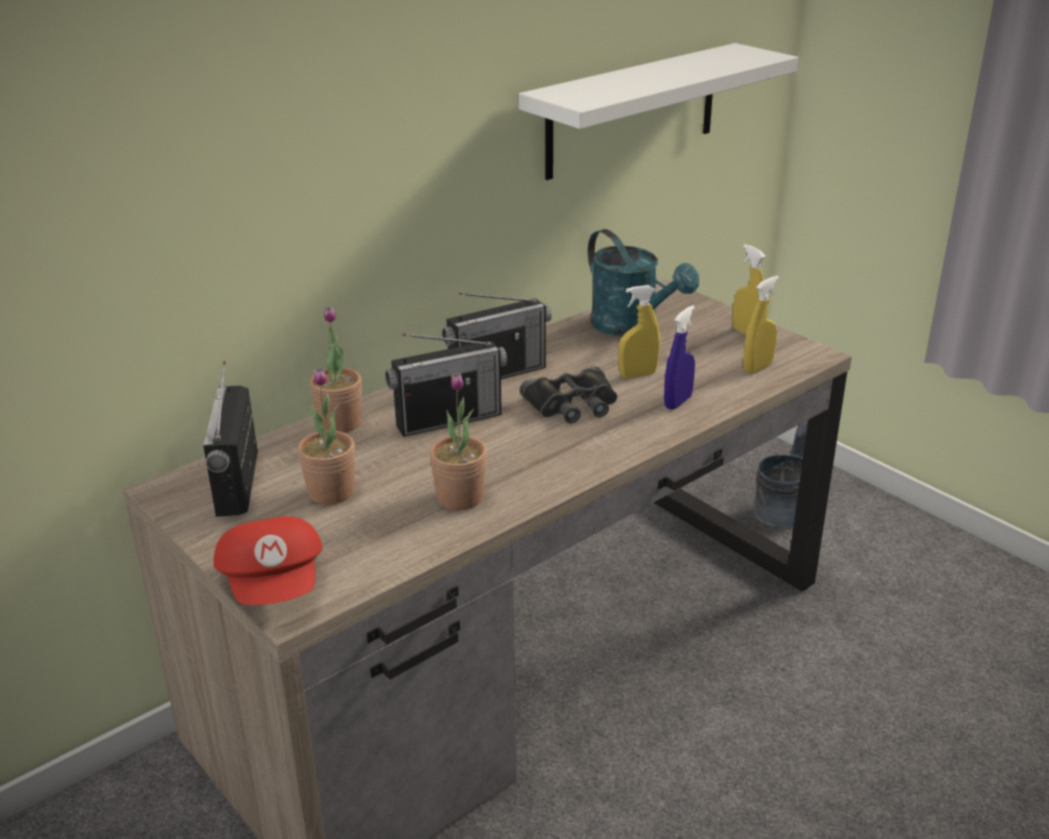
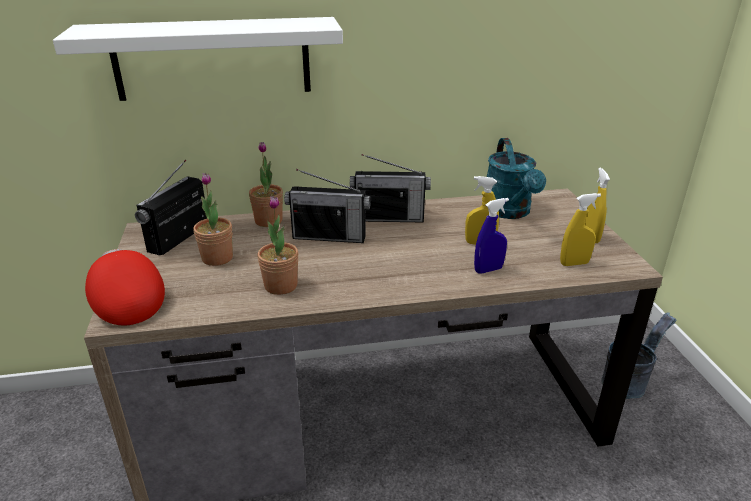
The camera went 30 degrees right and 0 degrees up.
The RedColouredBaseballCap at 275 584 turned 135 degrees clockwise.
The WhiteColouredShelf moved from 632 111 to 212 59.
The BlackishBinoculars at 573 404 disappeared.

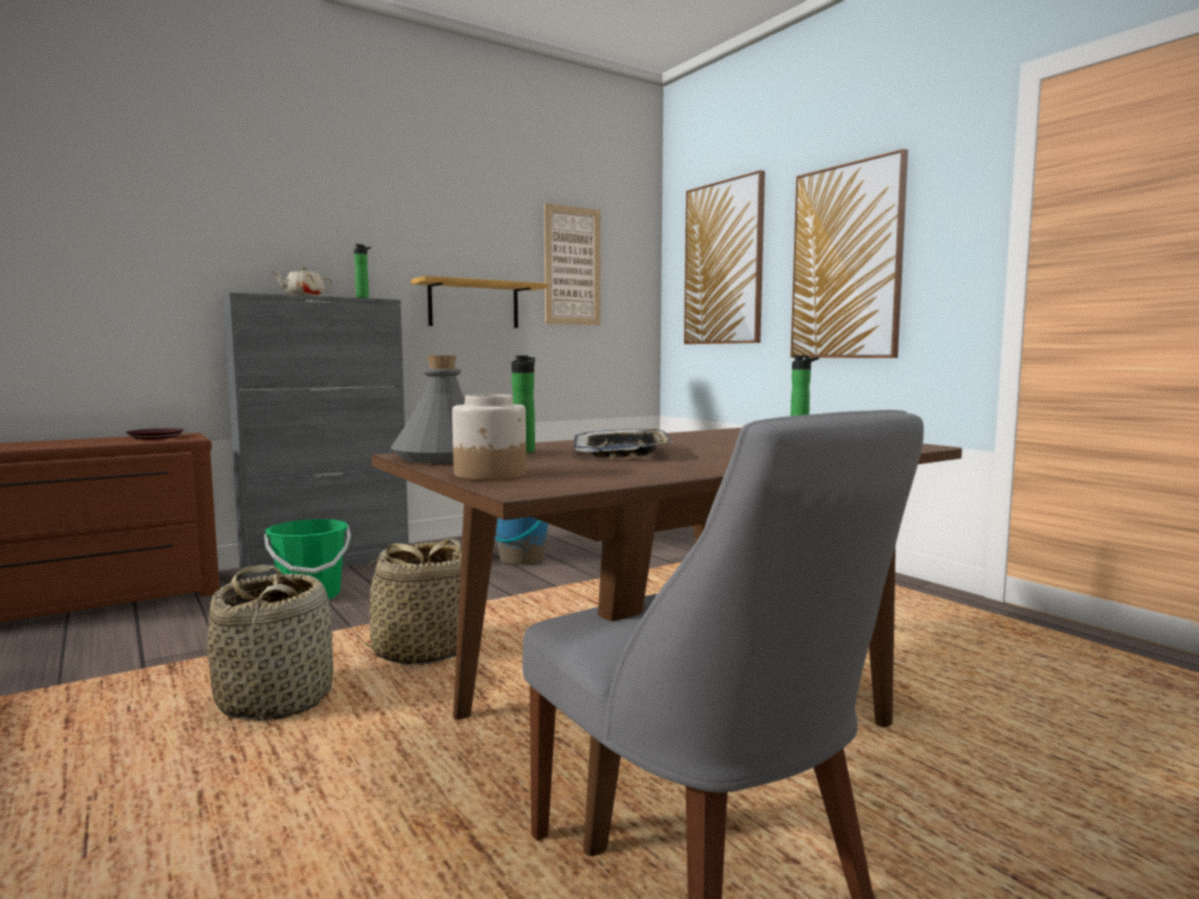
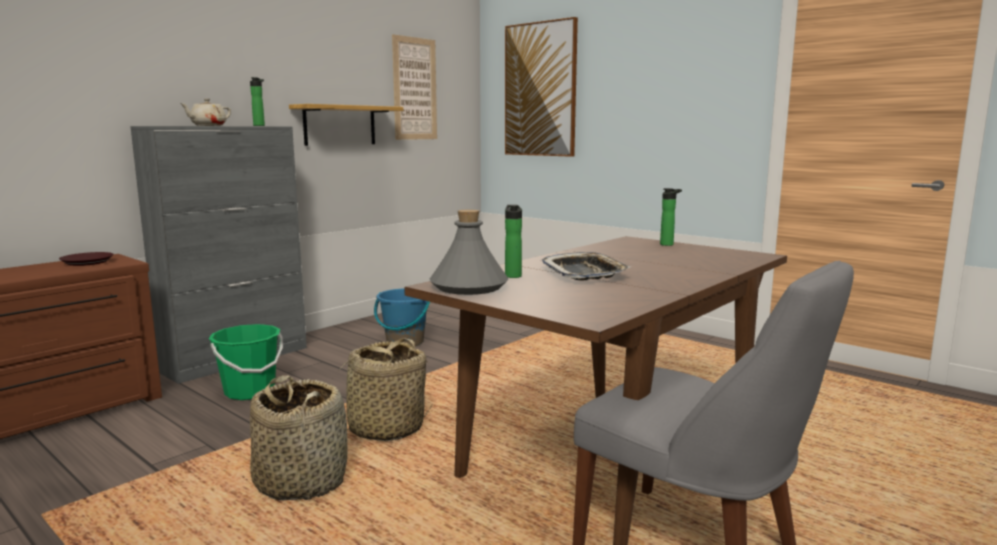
The camera went 15 degrees left and 5 degrees up.
The StorageJar at 490 474 disappeared.
The WallArt at 846 262 disappeared.

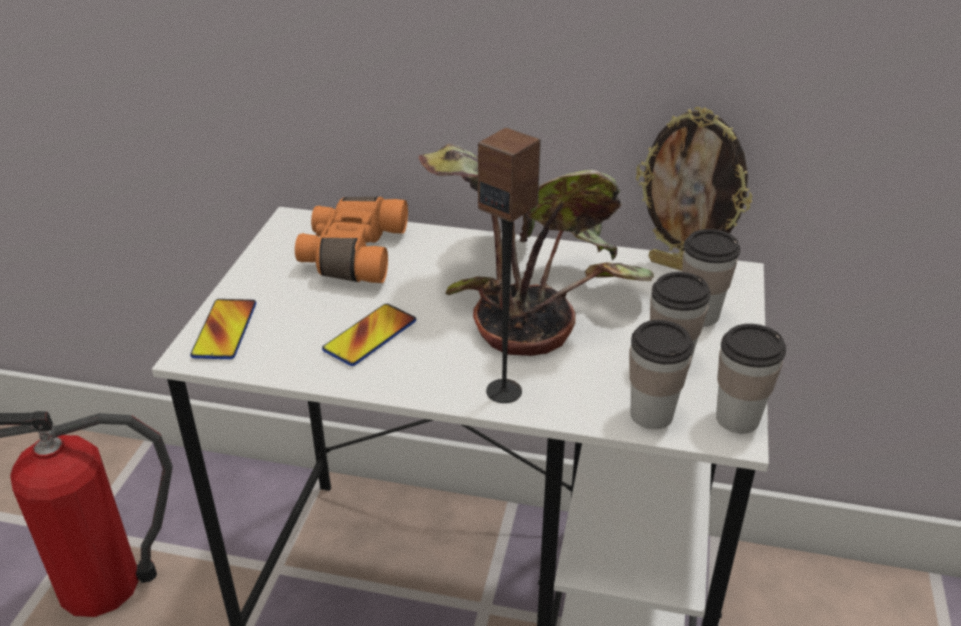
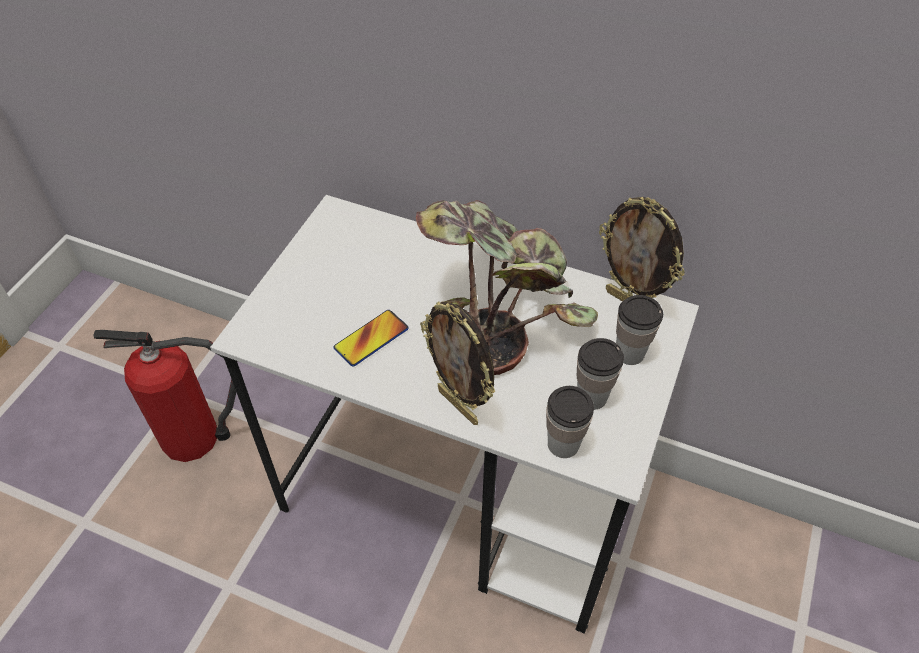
The camera went 10 degrees right and 15 degrees up.
The Telephone at 224 330 disappeared.
The OrangeColouredBinoculars at 351 254 disappeared.
The Loudspeaker at 504 391 was replaced by the StandingFrame at 459 405.
The DrinkingCup at 737 418 disappeared.

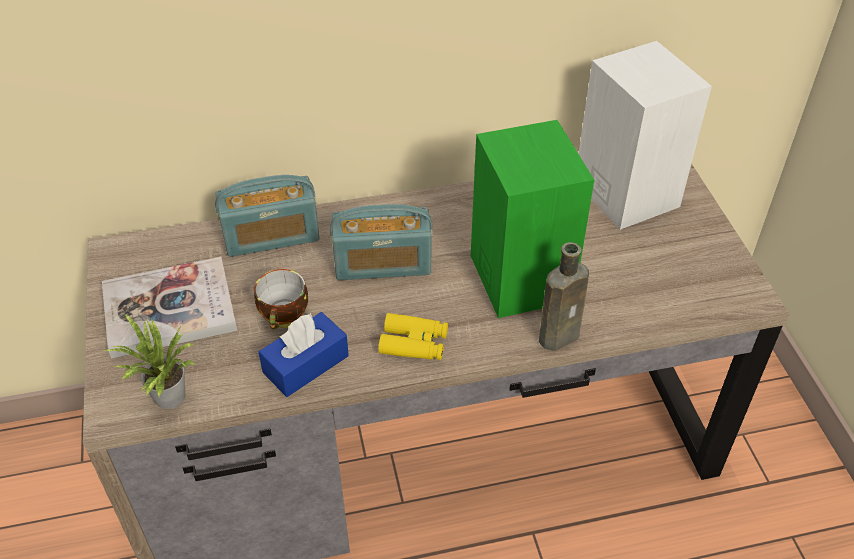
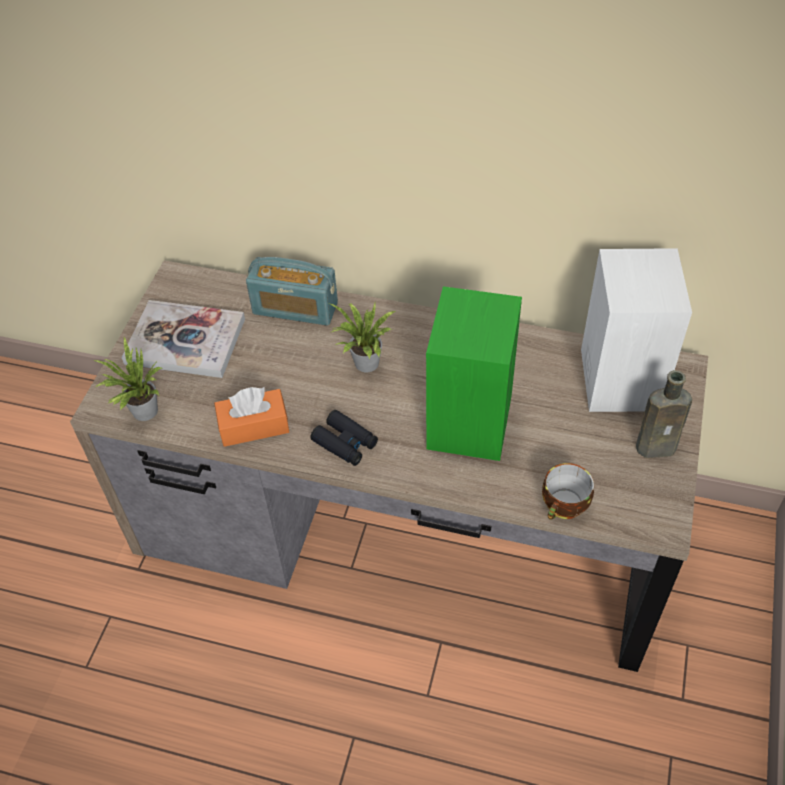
The camera went 30 degrees right and 5 degrees up.
The DrinkingCup moved from 285 317 to 564 507.
The BluishTissueHolder at 306 364 became the OrangeColouredTissueHolder at 254 426.
The Radio at 383 264 was replaced by the PlantInAPot at 365 365.
The YellowishBinoculars at 414 343 became the BlackishBinoculars at 345 443.
The BrownBeverageBottle moved from 561 335 to 658 447.

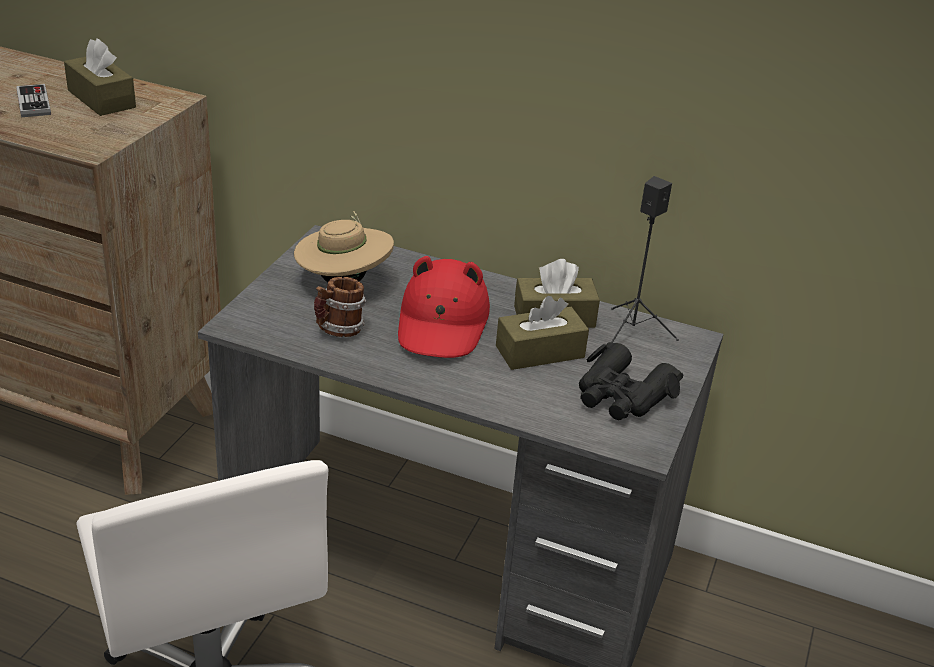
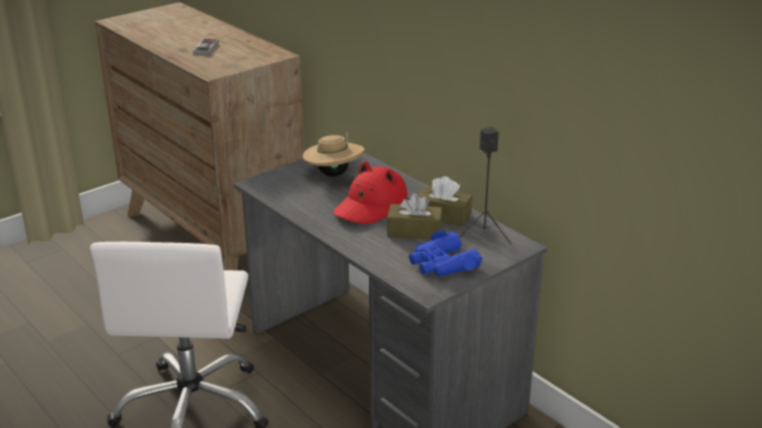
The camera went 30 degrees right and 5 degrees down.
The BrownTissueHolder at 101 99 disappeared.
The CoffeeMug at 338 330 disappeared.
The BlackishBinoculars at 622 395 became the BluishBinoculars at 442 264.

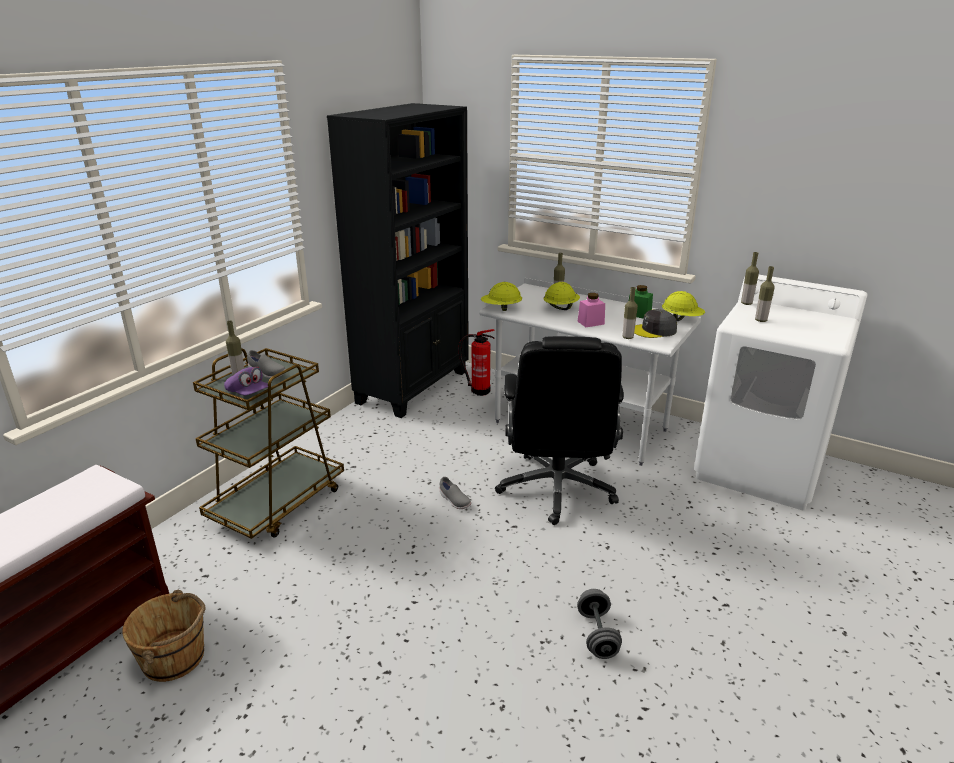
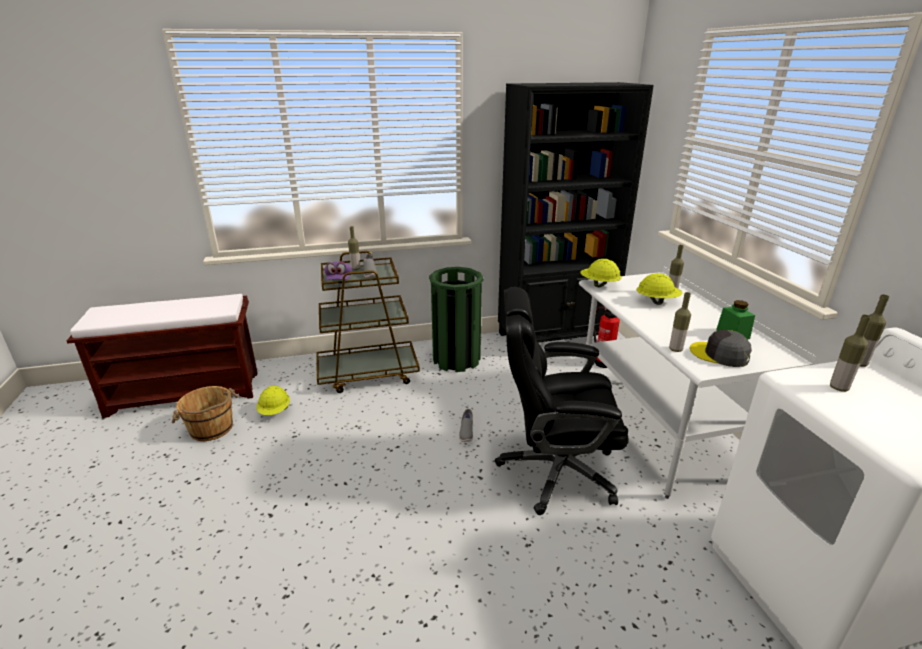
The camera went 45 degrees right and 0 degrees up.
The BlackishOfficeChair at 557 489 turned 45 degrees clockwise.
The PinkishStorageJar at 590 323 disappeared.
The GrayFreeWeight at 597 635 disappeared.
The YellowishHardHat moved from 681 319 to 275 411.
The GreenWasteBin at 456 359 appeared.

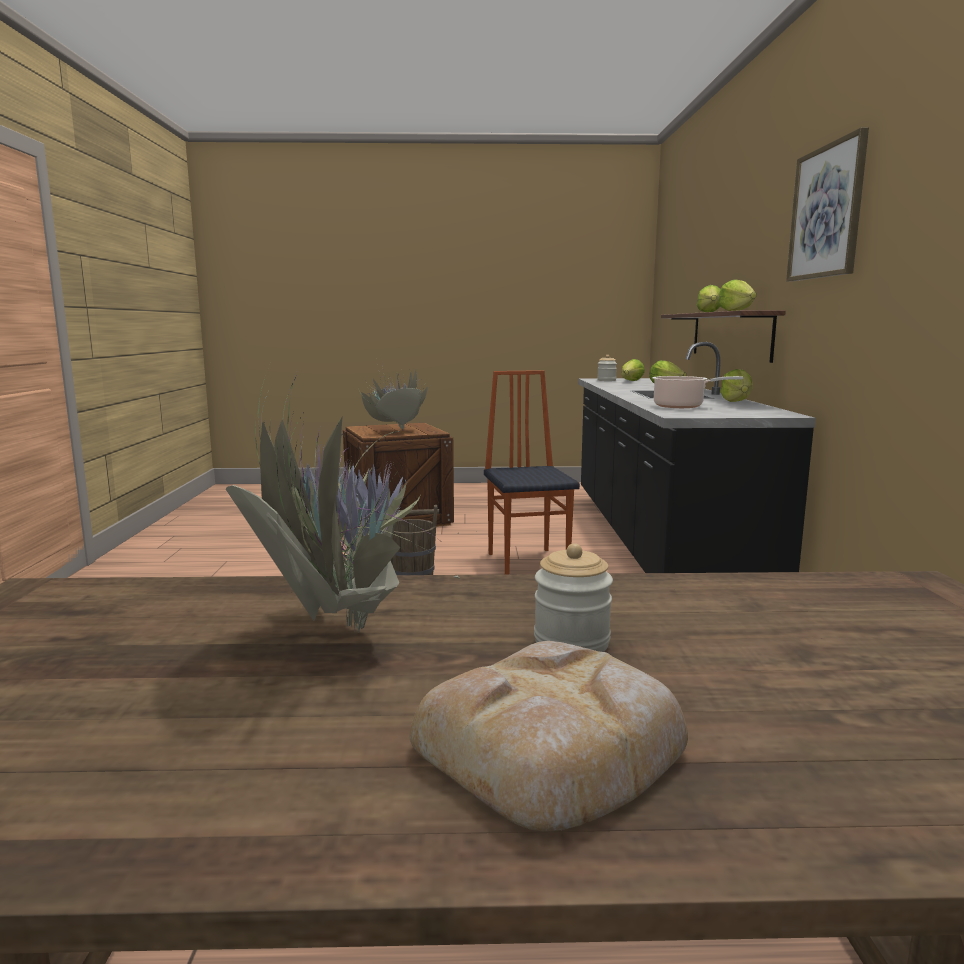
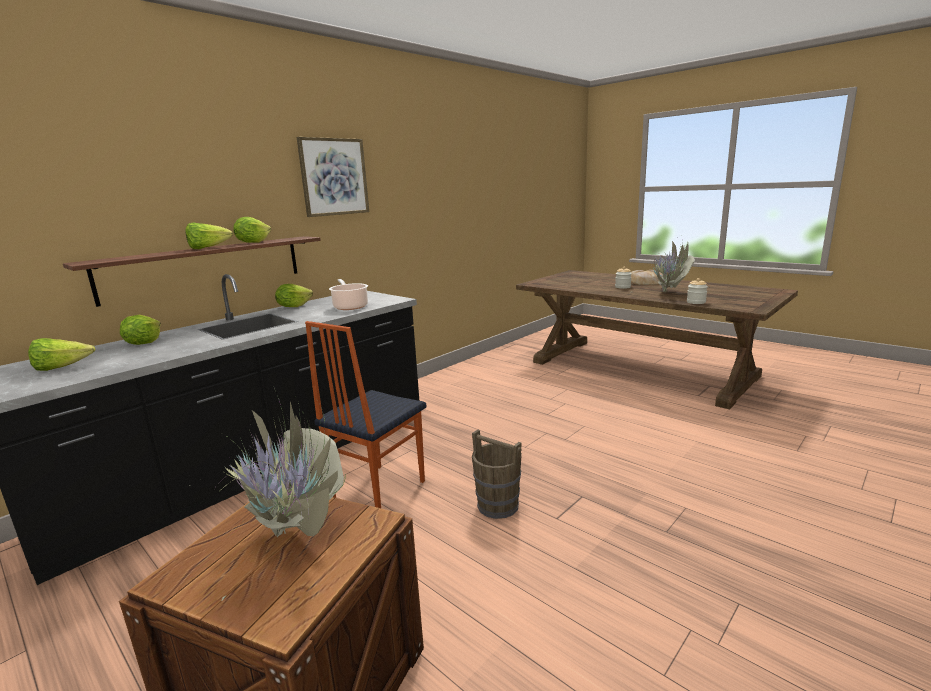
The camera went 135 degrees left and 5 degrees up.
The StorageJar moved from 606 380 to 696 302.

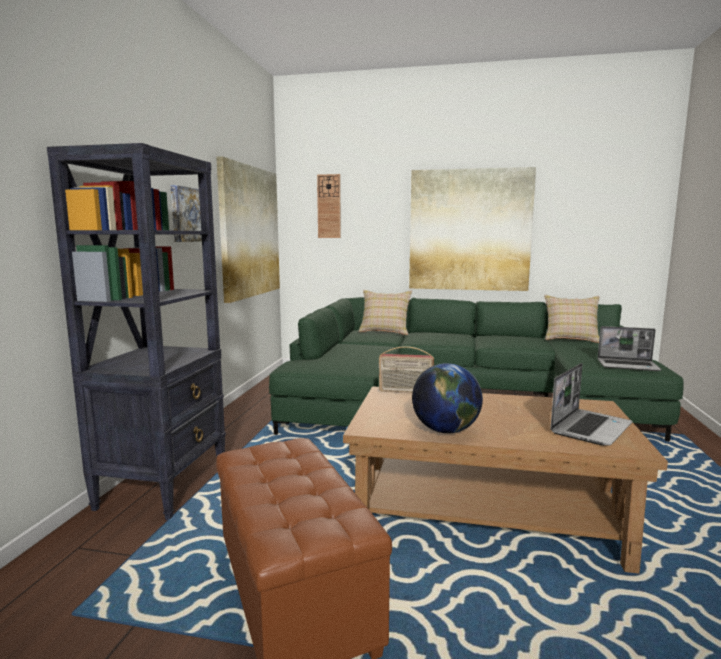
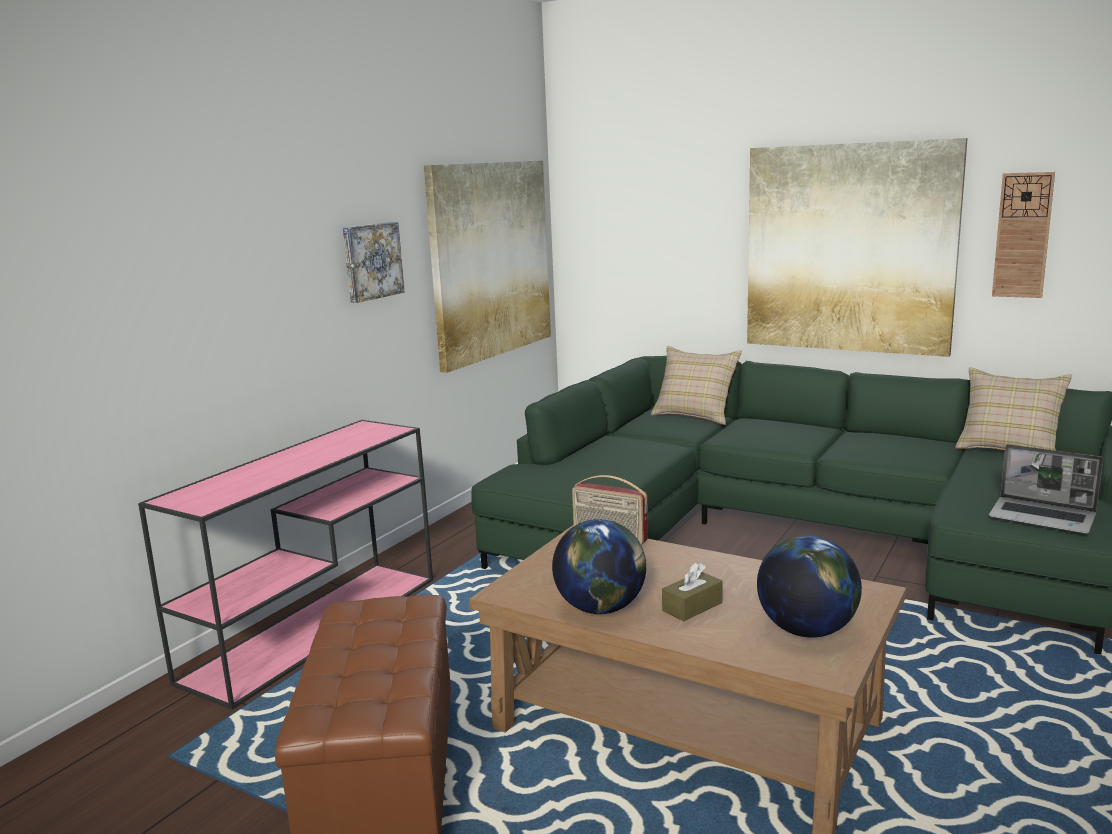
The camera went 20 degrees right and 5 degrees up.
The BlackishBookcase at 164 486 was replaced by the PinkishConsoleTable at 316 626.
The ClockOnTheWall moved from 329 206 to 1022 235.
The PortableComputer at 590 428 was replaced by the DeskGlobe at 806 630.
The BrownTissueHolder at 692 607 appeared.

